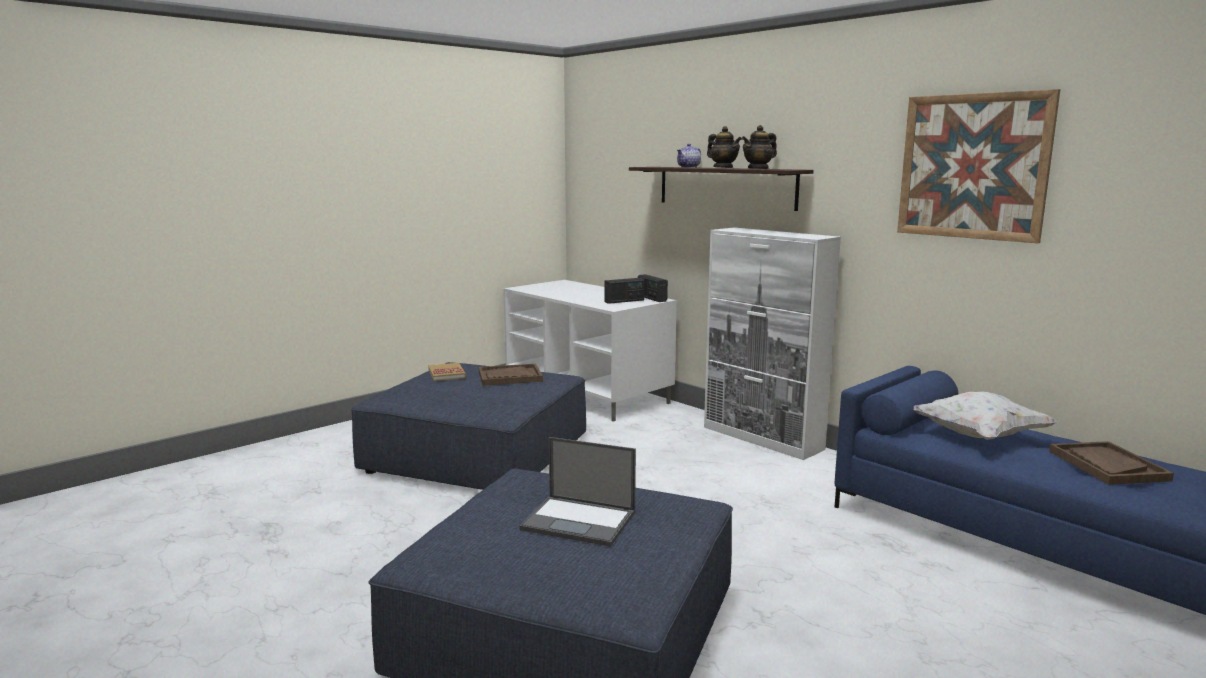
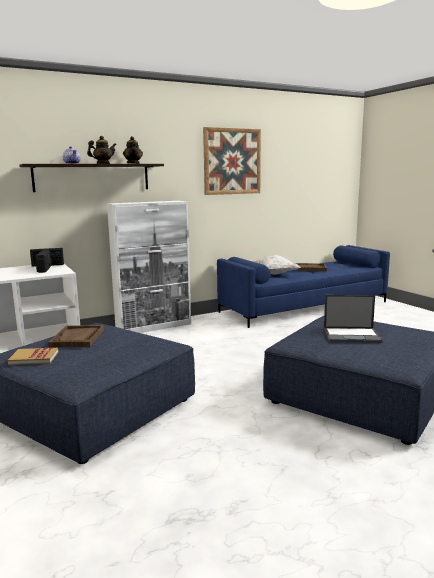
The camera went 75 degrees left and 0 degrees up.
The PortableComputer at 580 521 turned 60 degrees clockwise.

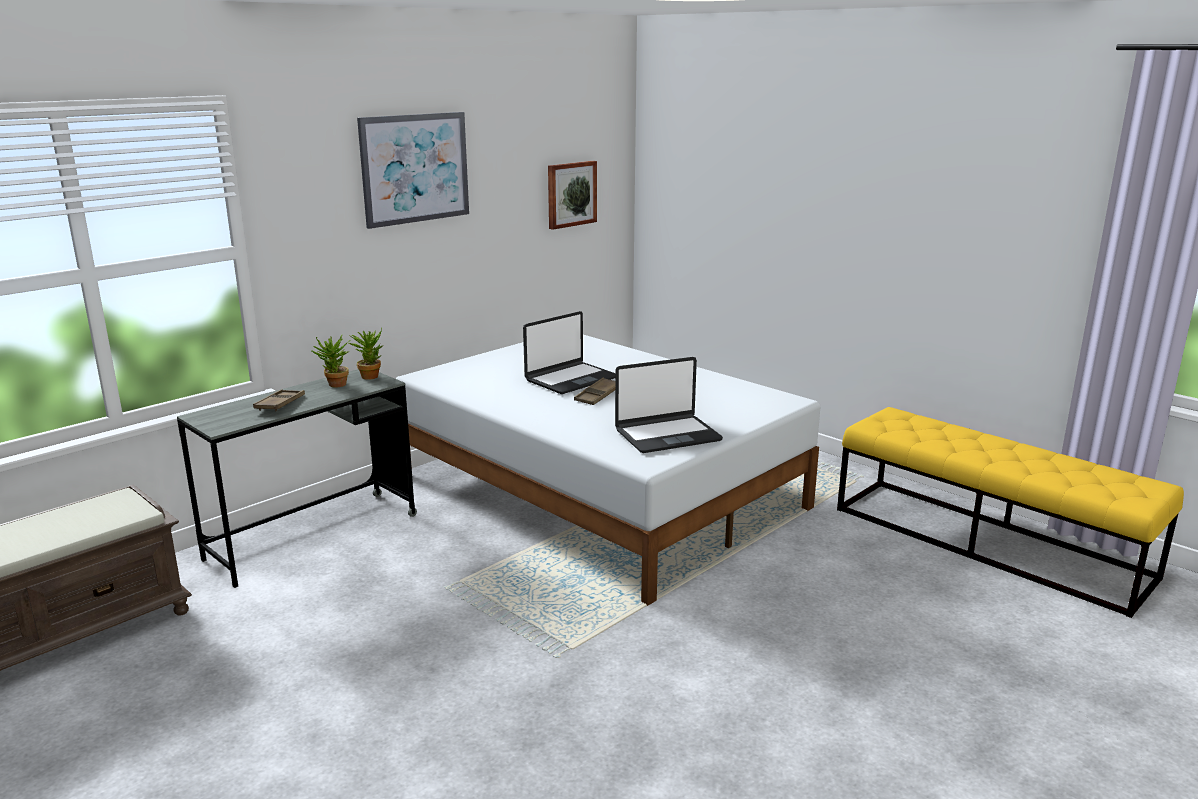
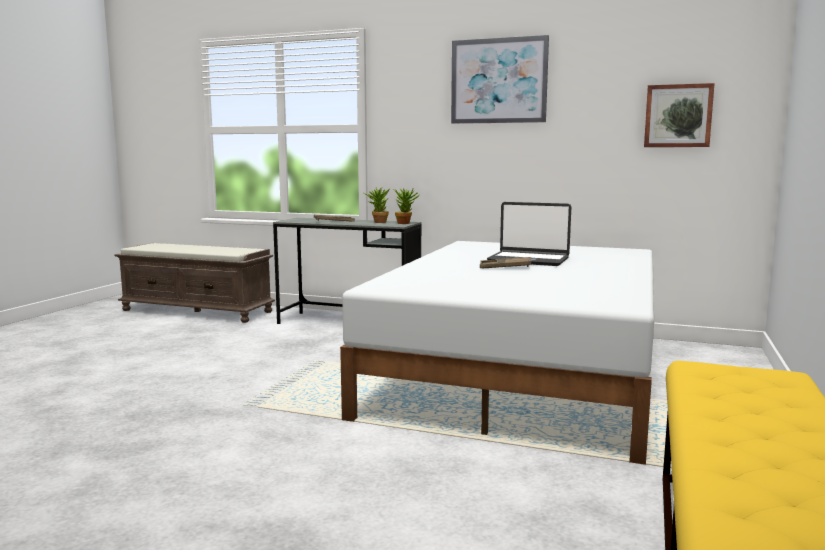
The camera went 65 degrees right and 10 degrees down.
The PortableComputer at 667 435 disappeared.

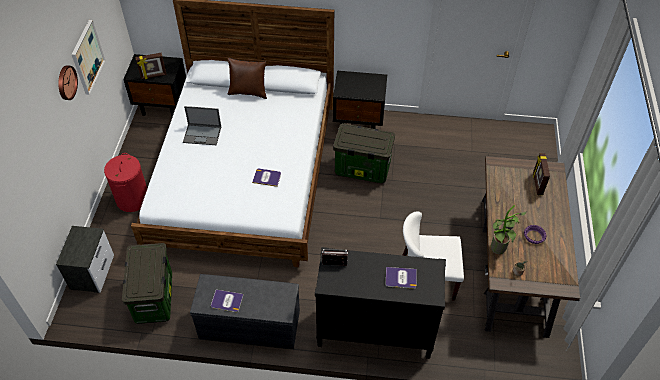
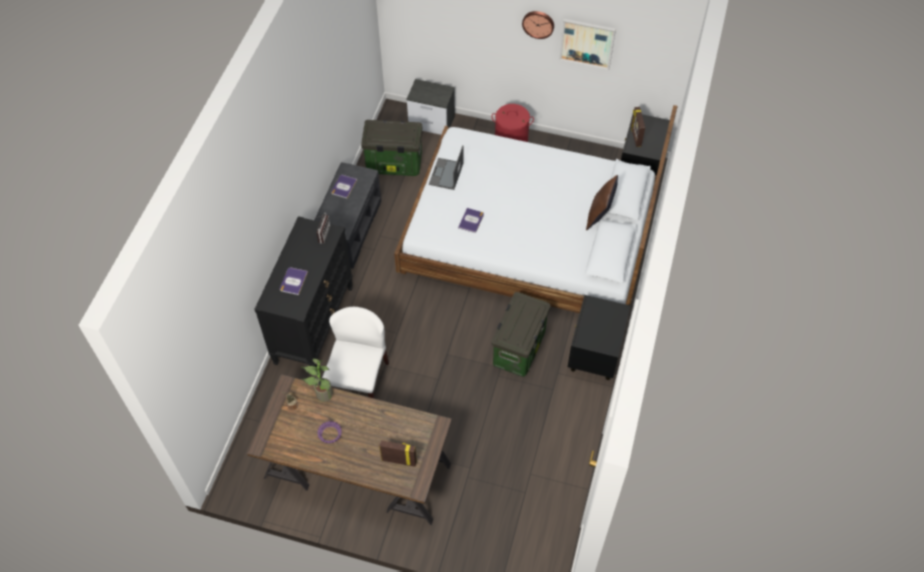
The camera went 100 degrees right and 5 degrees up.
The PortableComputer moved from 202 134 to 446 174.

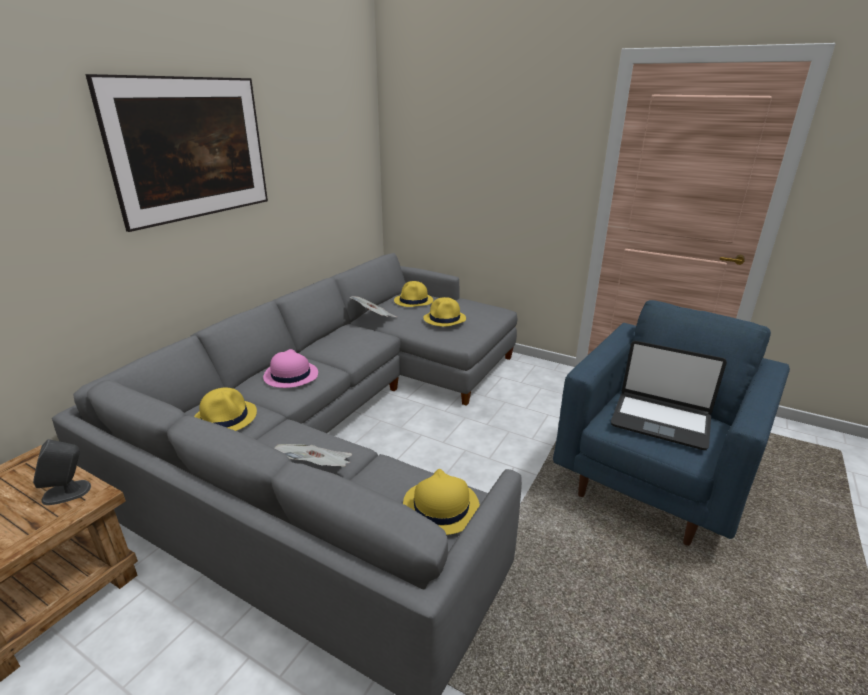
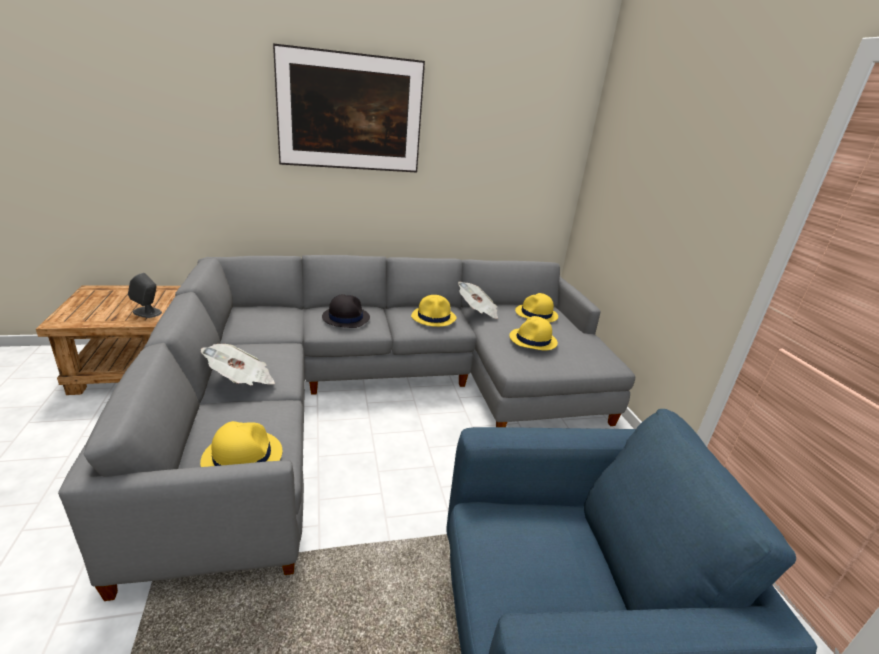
The camera went 45 degrees right and 0 degrees up.
The YellowishHat moved from 225 418 to 434 317.
The PinkishHat at 290 375 became the BlackishHat at 345 317.
The PortableComputer at 660 420 disappeared.

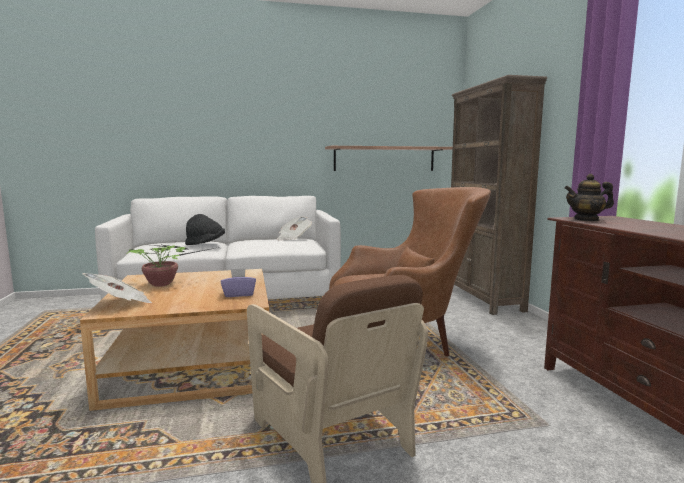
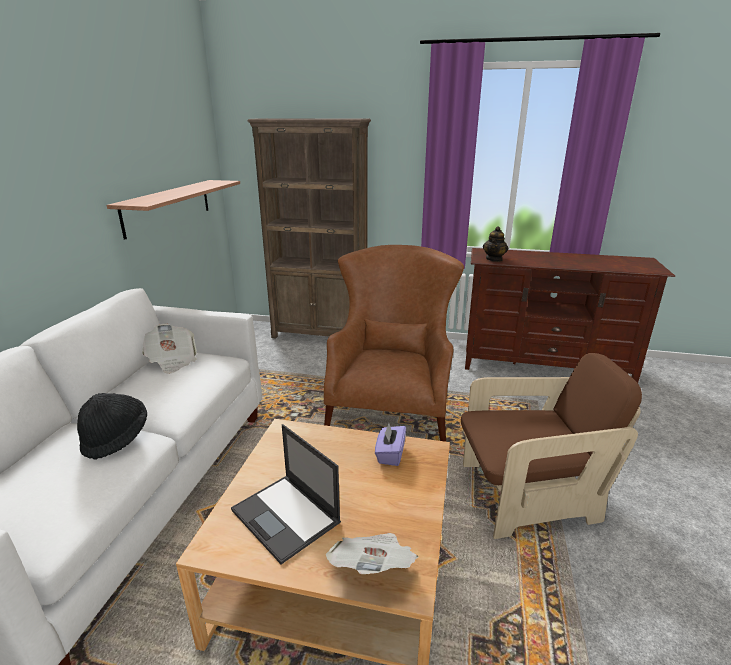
The camera went 65 degrees left and 15 degrees up.
The PlantInAPot at 163 284 was replaced by the PortableComputer at 286 517.

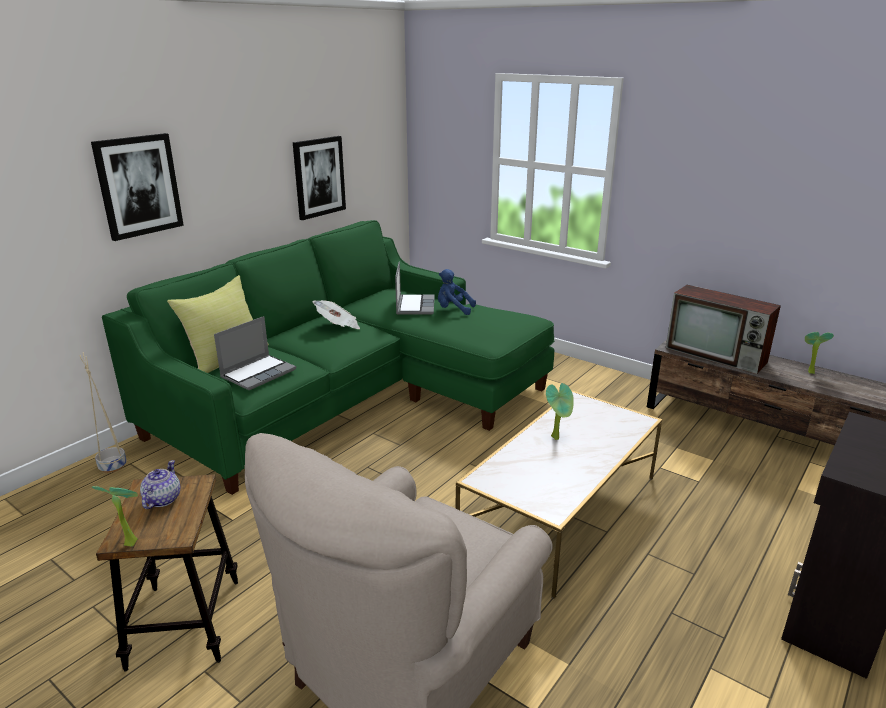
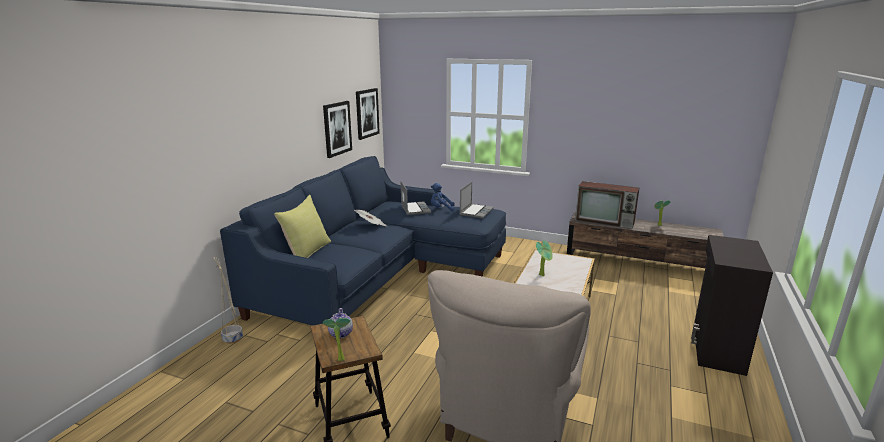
The camera went 15 degrees left and 5 degrees down.
The WallArt moved from 138 186 to 367 113.
The GreenCouch at 352 397 became the BluishCouch at 379 274.
The PortableComputer moved from 258 373 to 476 212.

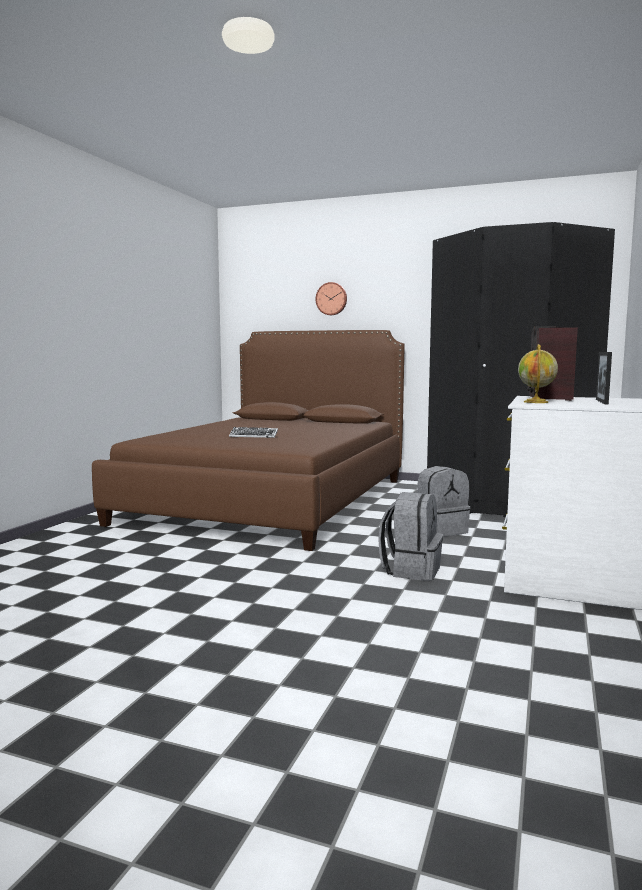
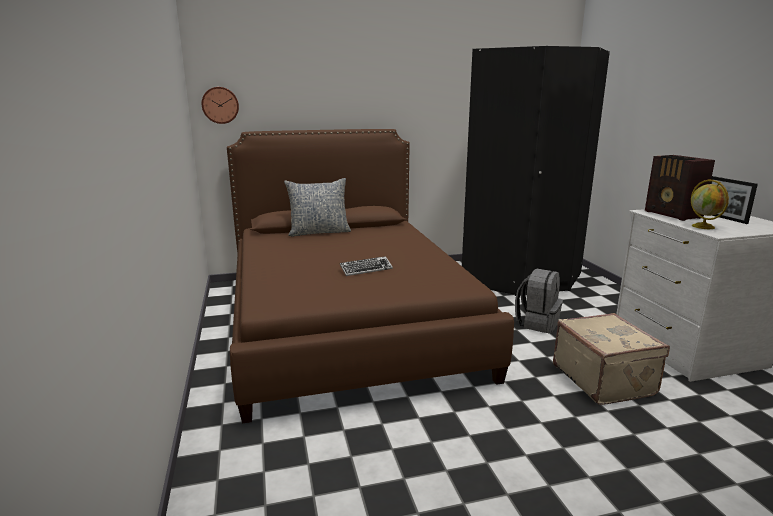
The camera went 35 degrees left and 10 degrees up.
The ClockOnTheWall moved from 331 299 to 220 105.
The GrayRucksack at 411 570 was replaced by the BeigePieceOfLuggage at 604 379.
The Cushion at 319 232 appeared.

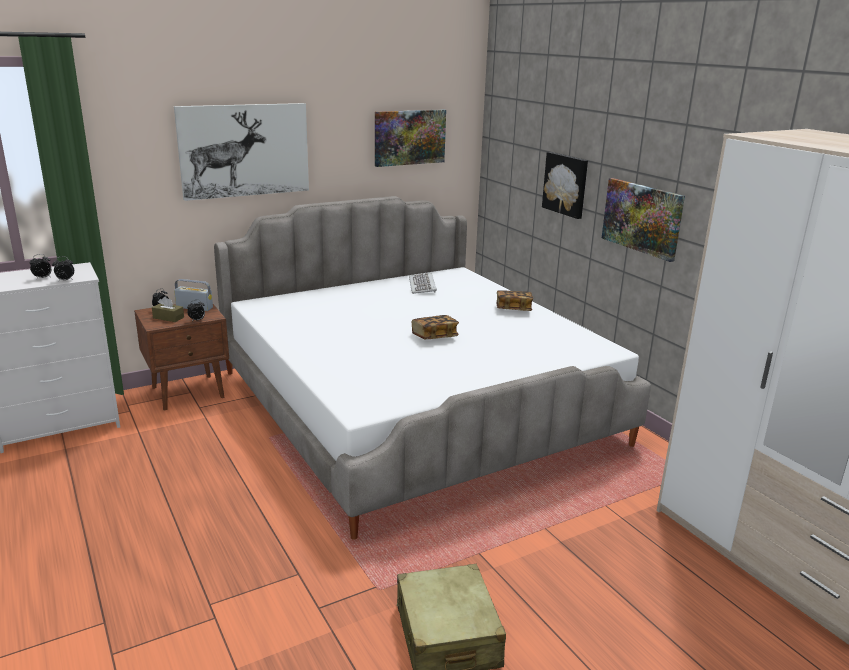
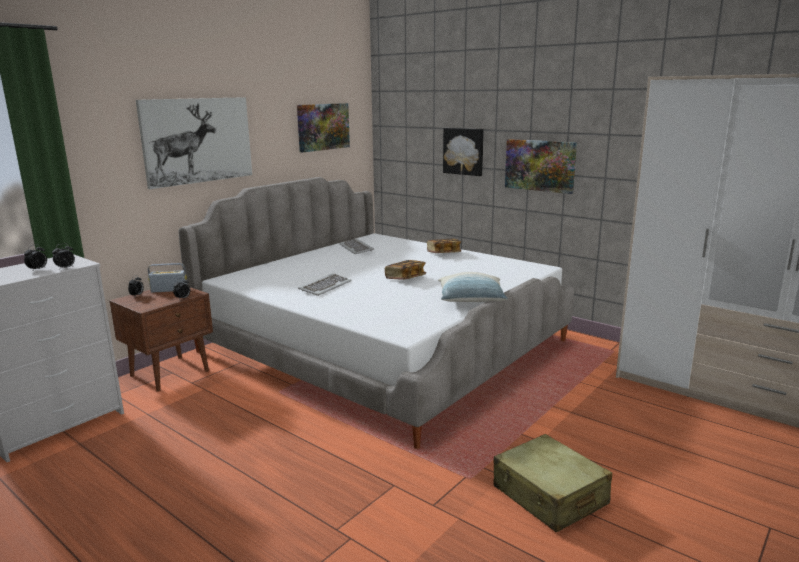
The camera went 20 degrees left and 5 degrees down.
The BrownTissueHolder at 168 318 disappeared.
The ComputerKeyboard at 325 287 appeared.
The Cushion at 471 301 appeared.

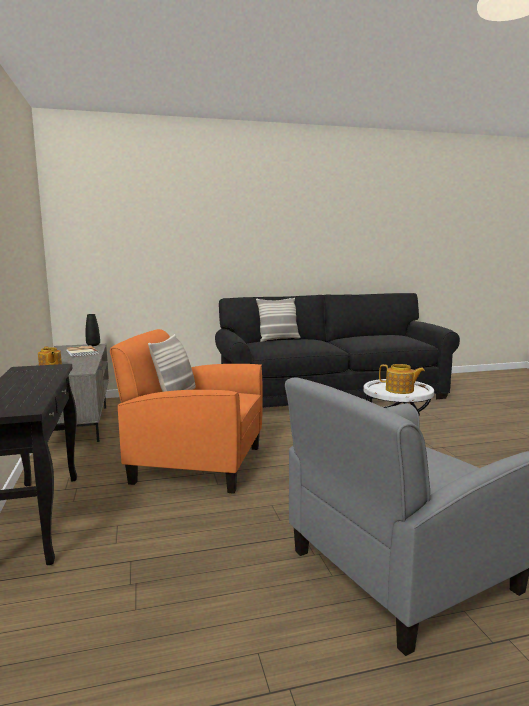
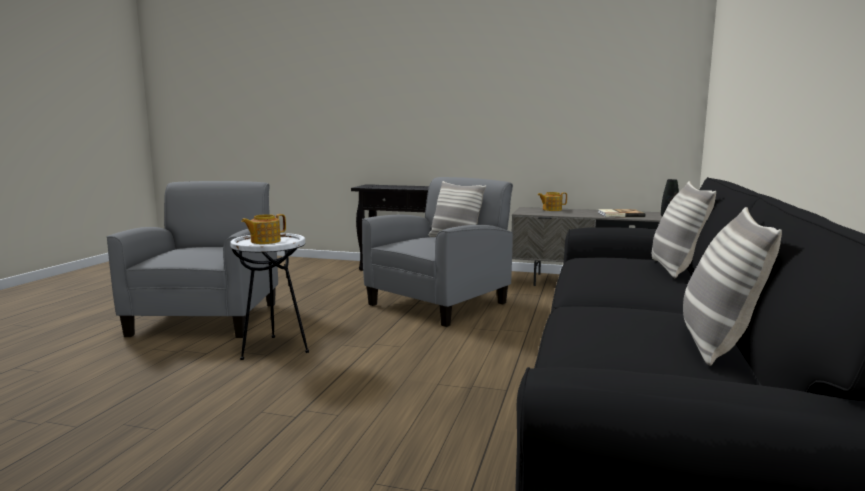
The camera went 120 degrees right and 0 degrees up.
The OrangeColouredLoungeChair at 196 464 became the GrayLoungeChair at 439 303.
The Cushion at 716 344 appeared.

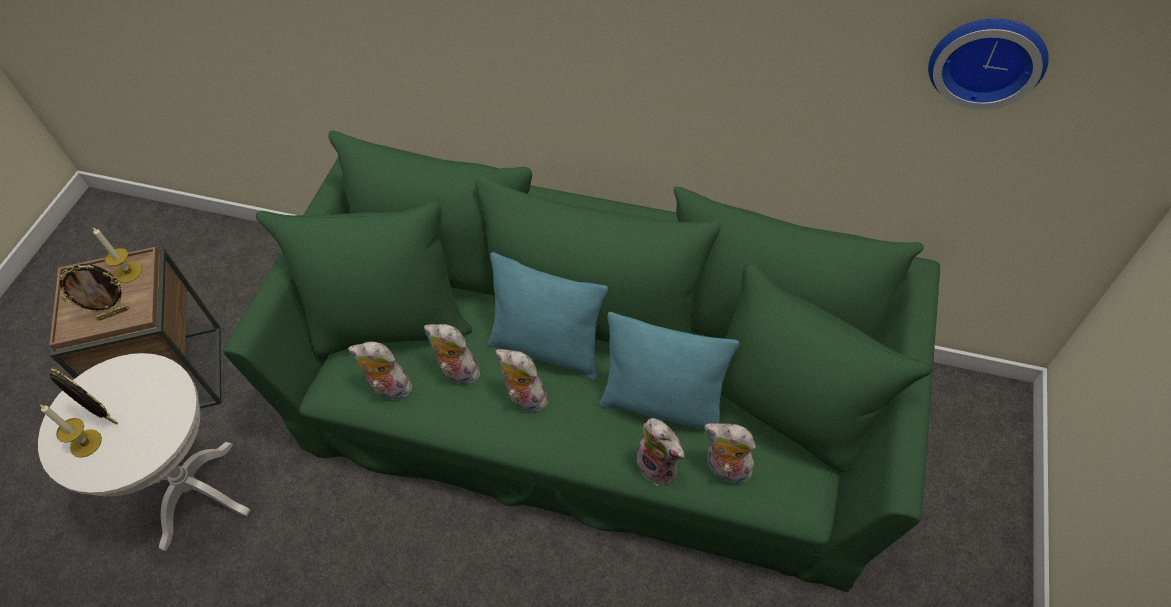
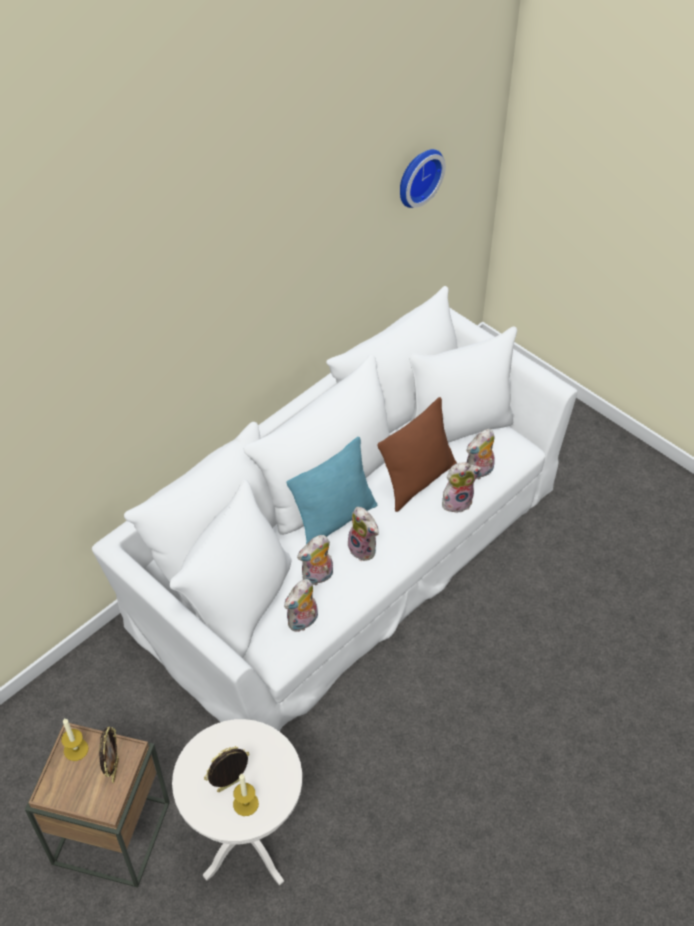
The camera went 65 degrees left and 5 degrees down.
The GreenCouch at 593 407 became the WhiteColouredCouch at 348 554.
The CuddlyToy at 524 399 turned 105 degrees counterclockwise.
The TurquoiseCushion at 663 405 became the BrownCushion at 417 481.

